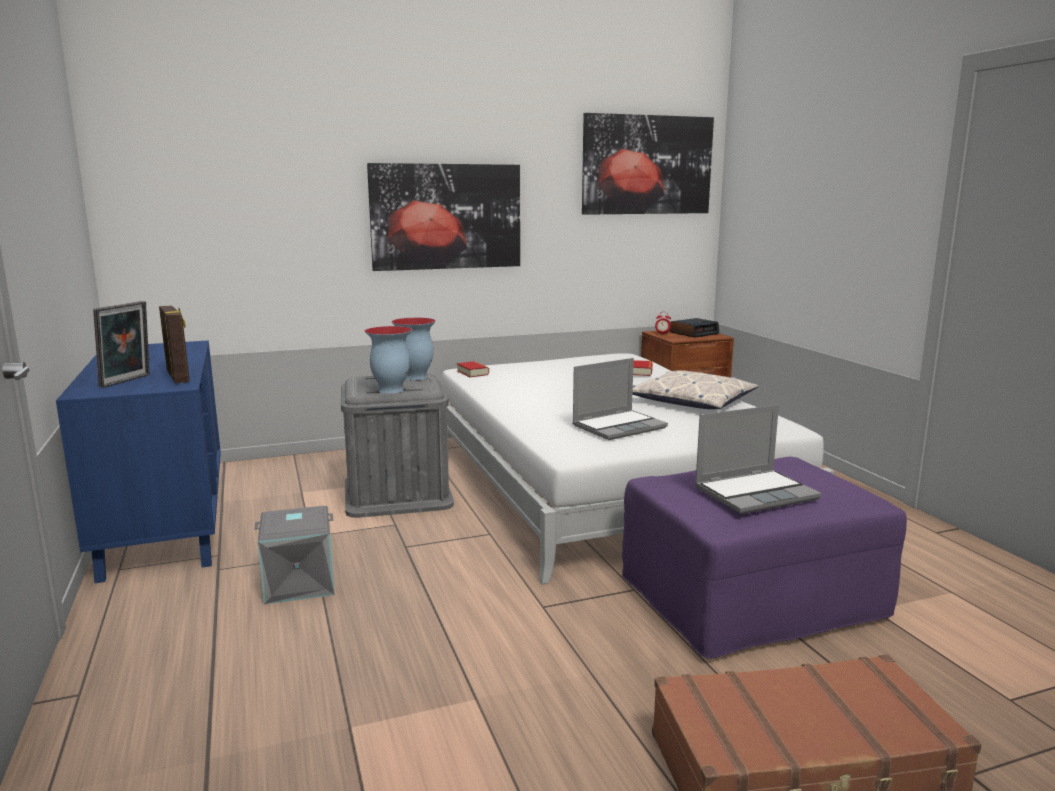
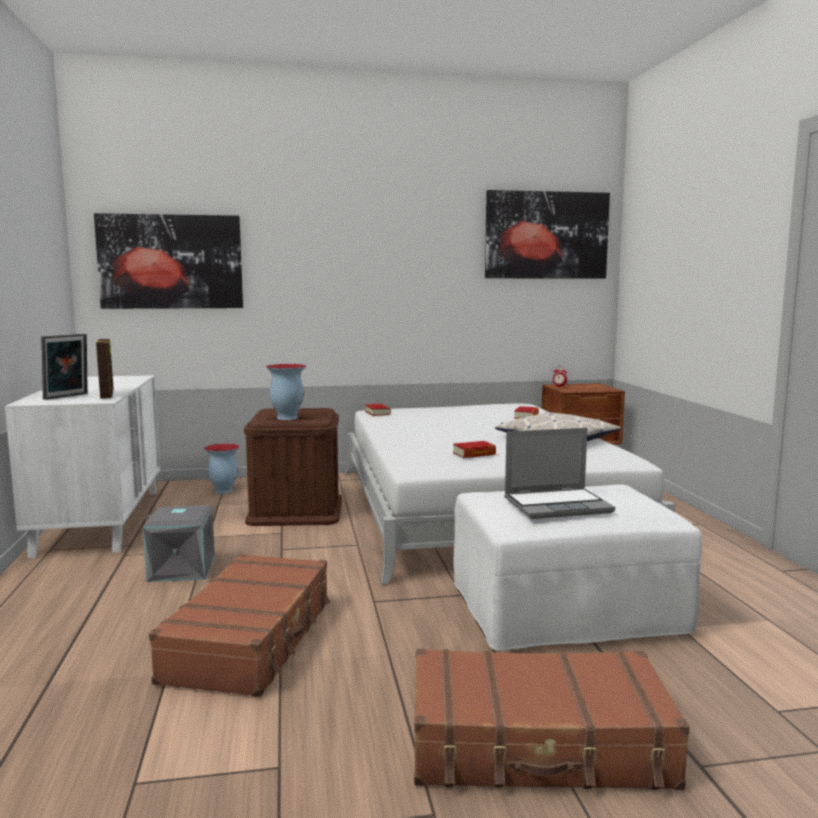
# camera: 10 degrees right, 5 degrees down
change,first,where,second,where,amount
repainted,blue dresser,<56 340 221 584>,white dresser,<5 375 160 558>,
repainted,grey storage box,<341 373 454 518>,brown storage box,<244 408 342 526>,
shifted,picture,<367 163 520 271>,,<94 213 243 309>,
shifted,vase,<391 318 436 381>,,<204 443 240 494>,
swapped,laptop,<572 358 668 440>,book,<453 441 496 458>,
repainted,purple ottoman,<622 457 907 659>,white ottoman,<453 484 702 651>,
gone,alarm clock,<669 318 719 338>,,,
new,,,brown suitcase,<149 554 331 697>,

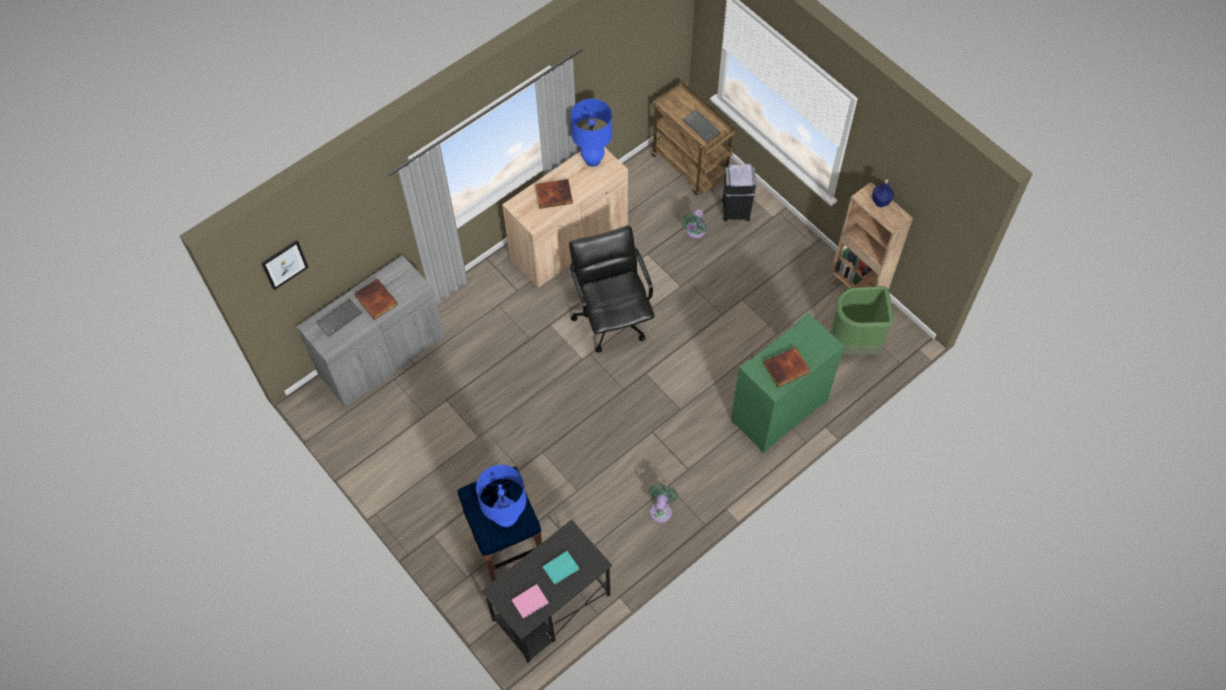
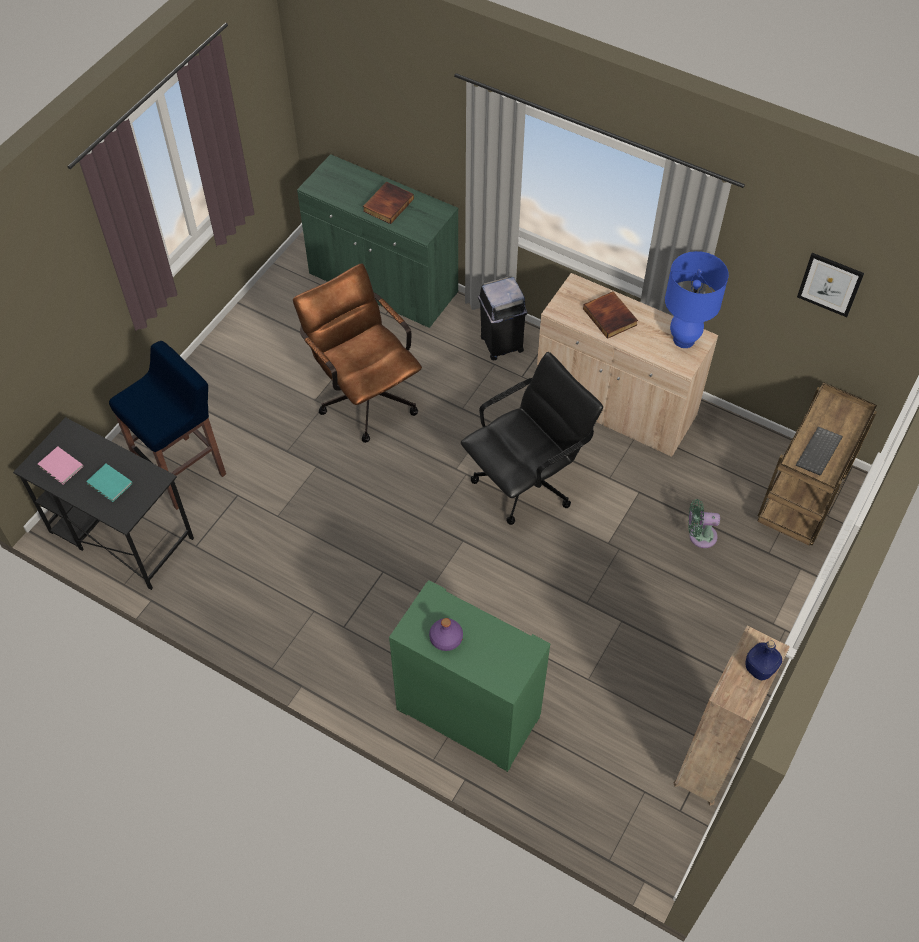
# camera: 70 degrees right, 5 degrees down
change,first,where,second,where,amount
shifted,picture,<261 240 309 290>,,<797 253 864 317>,
repainted,grey cabinet,<297 255 444 407>,green cabinet,<297 154 458 328>,
gone,keyboard,<317 299 362 337>,,,
gone,blue table lamp,<476 465 526 527>,,,
gone,green fan,<649 484 679 523>,,,
shifted,black trash can,<722 164 756 221>,,<478 276 528 360>,
swapped,book,<763 347 810 387>,purple bottle,<429 618 463 651>,
gone,green trash can,<830 286 894 356>,,,
new,,,brown office chair,<293 264 422 443>,

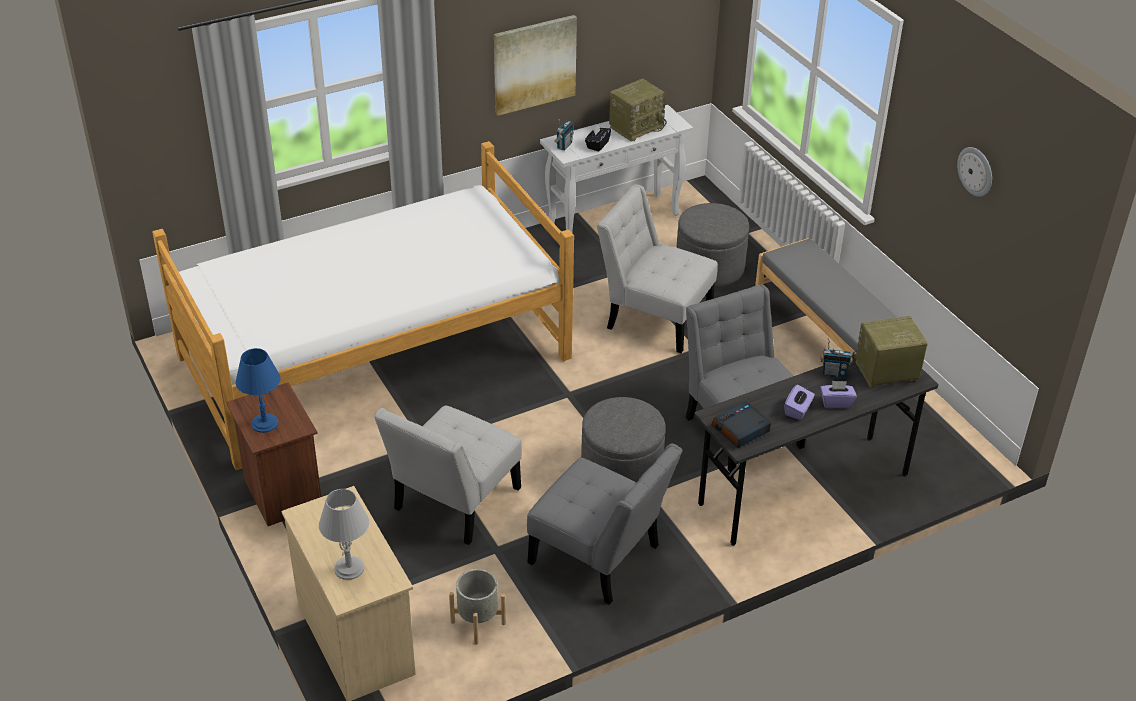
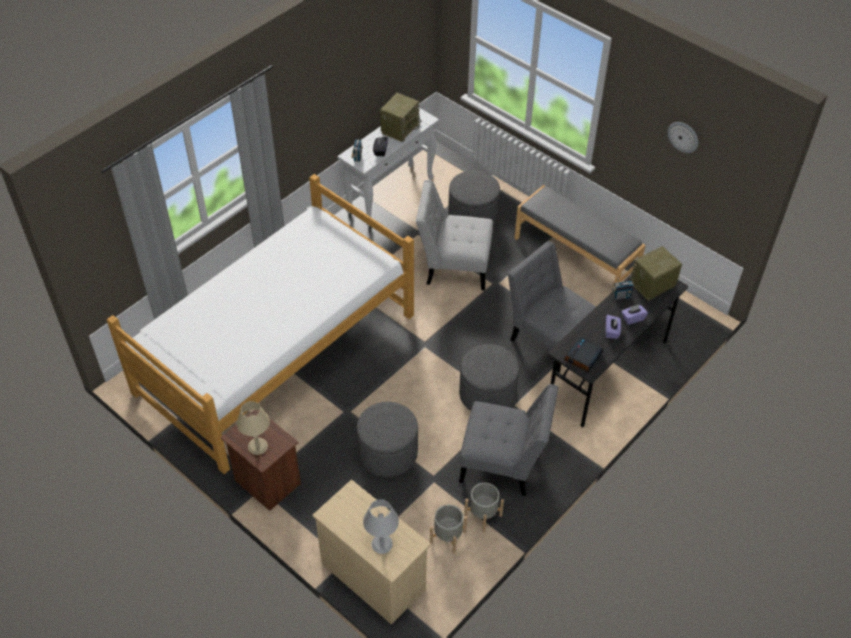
# camera: 20 degrees left, 10 degrees up
change,first,where,second,where,amount
repainted,blue table lamp,<236 348 281 433>,beige table lamp,<237 401 270 455>,
swapped,white chair,<374 406 522 545>,grey ottoman,<357 402 418 477>,
gone,picture,<494 15 577 116>,,,
new,,,grey planter,<464 483 504 532>,

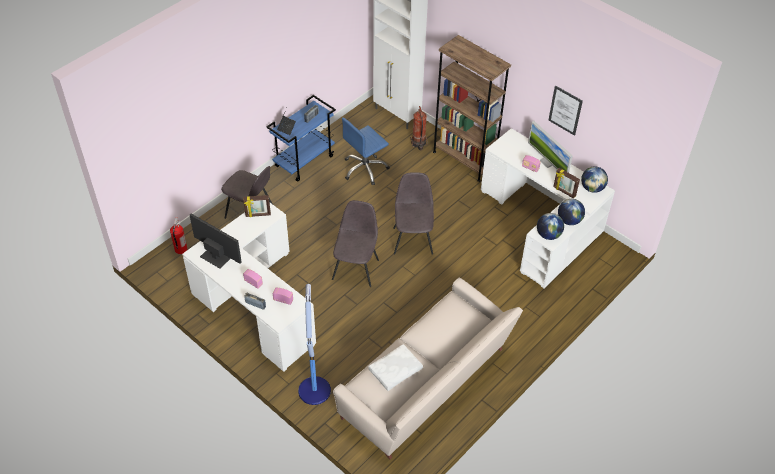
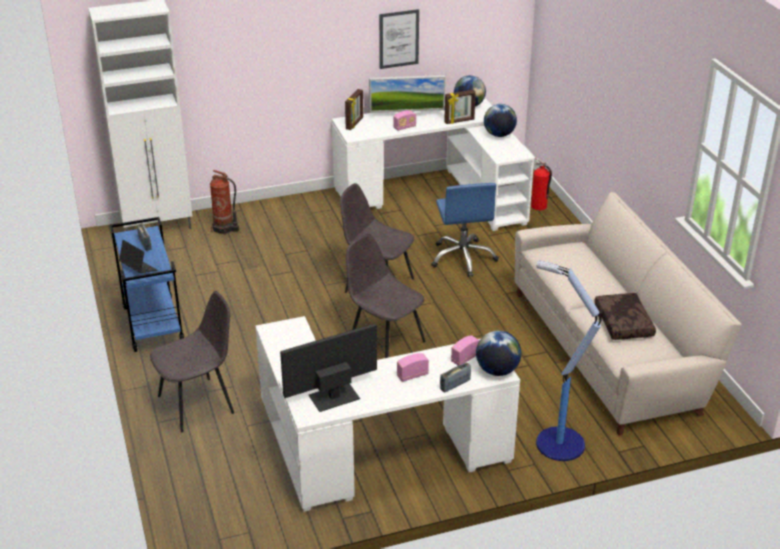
# camera: 60 degrees left, 15 degrees down
change,first,where,second,where,amount
shifted,fire extinguisher,<170 217 187 254>,,<531 157 552 211>,
shifted,picture frame,<243 195 271 217>,,<345 89 363 130>,
shifted,blue office chair,<342 117 390 185>,,<431 183 499 277>,
repainted,white pillow,<368 344 423 391>,brown pillow,<594 293 656 340>,
gone,brown bookcase,<433 35 511 182>,,,
shifted,globe,<537 213 564 240>,,<476 331 521 376>,

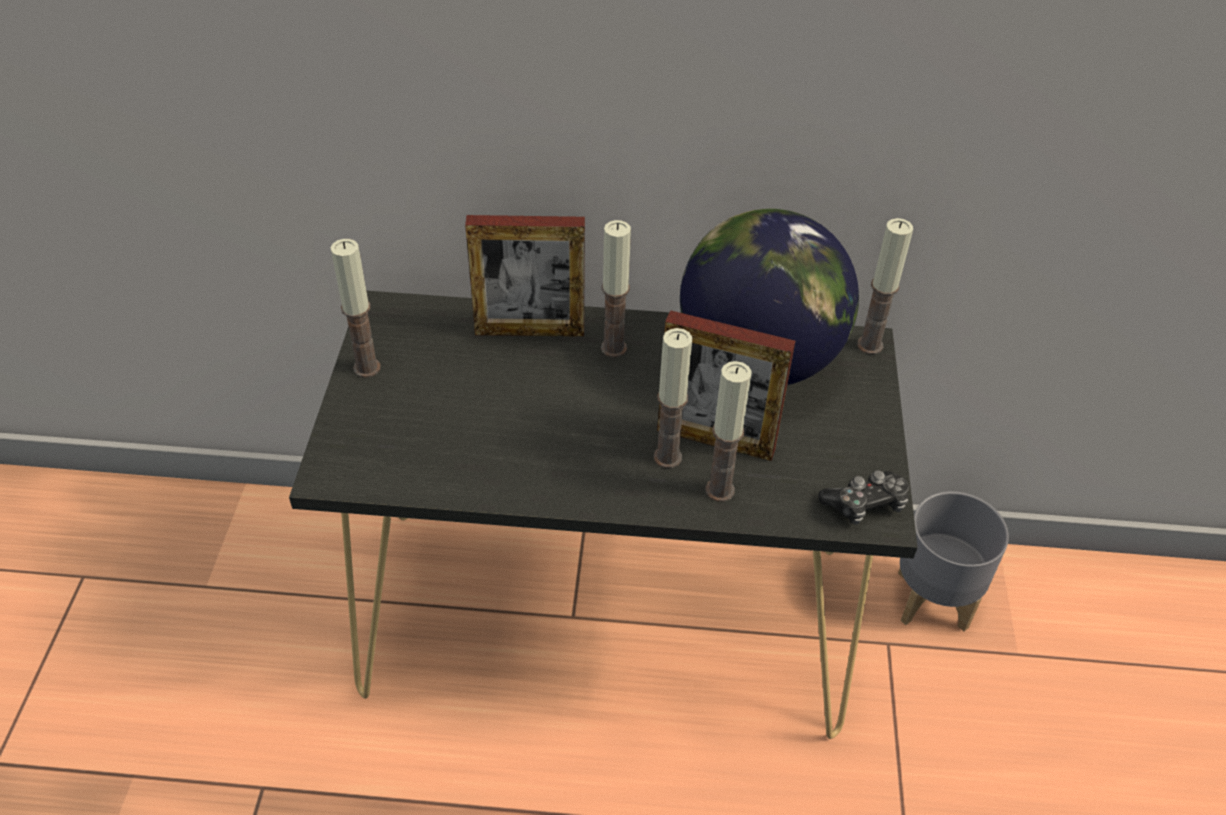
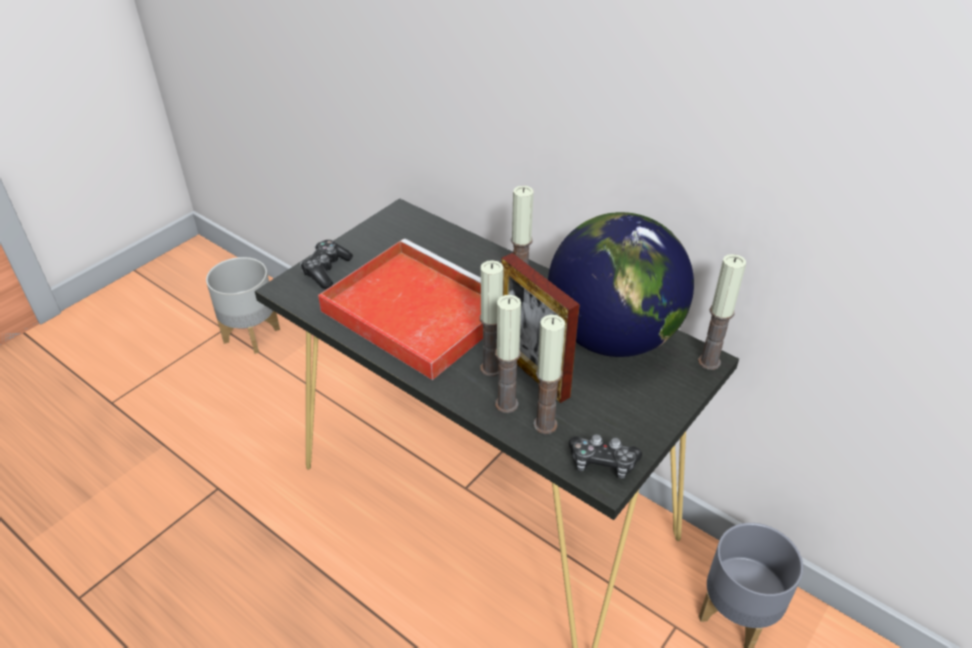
# camera: 35 degrees right, 5 degrees down
change,first,where,second,where,amount
shifted,candle,<331 239 381 378>,,<533 315 565 434>,
gone,picture frame,<465 215 585 337>,,,
new,,,grey planter,<206 257 280 354>,
new,,,game controller,<300 240 353 289>,
new,,,red tray,<318 239 483 380>,

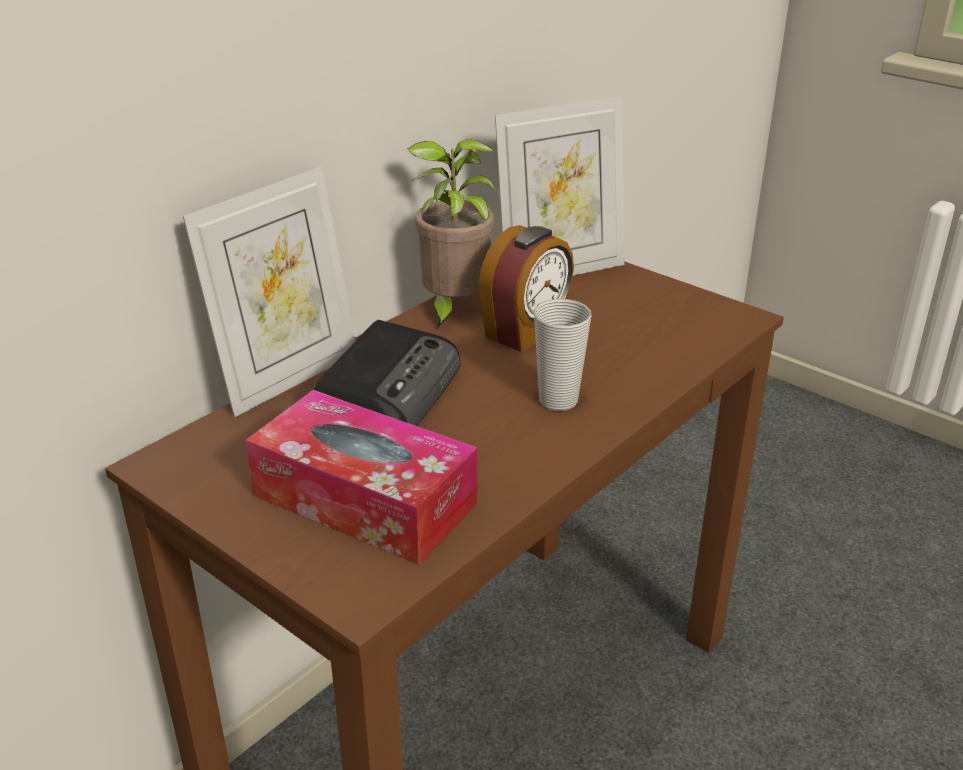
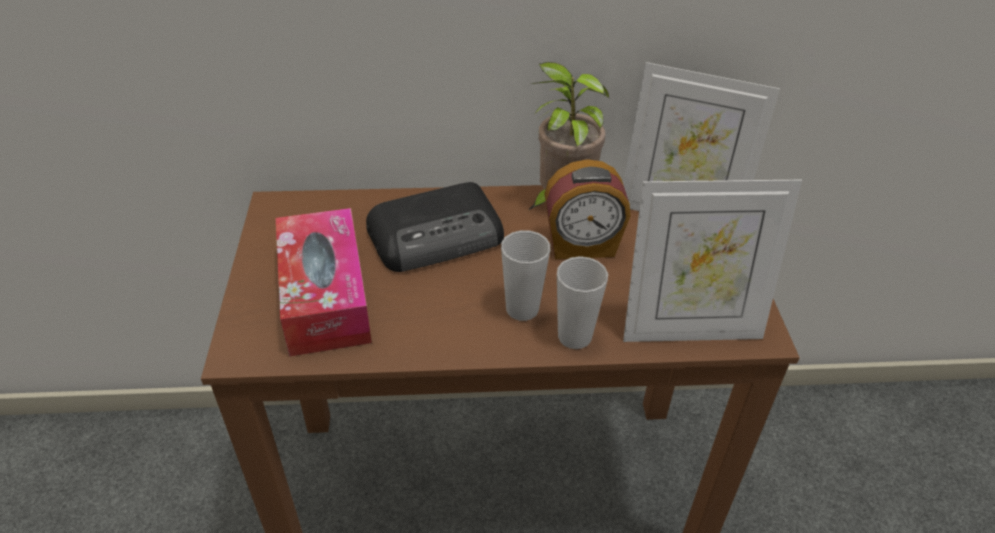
# camera: 45 degrees right, 10 degrees up
change,first,where,second,where,amount
shifted,picture frame,<183 167 355 417>,,<623 180 802 342>,
new,,,cup,<557 256 608 349>,

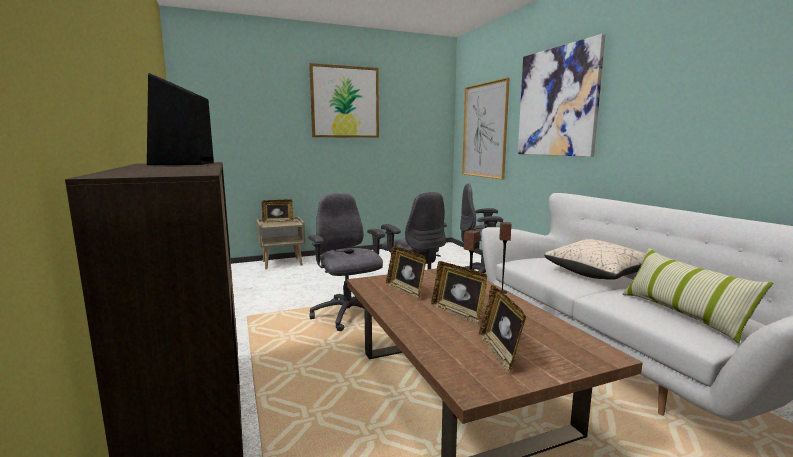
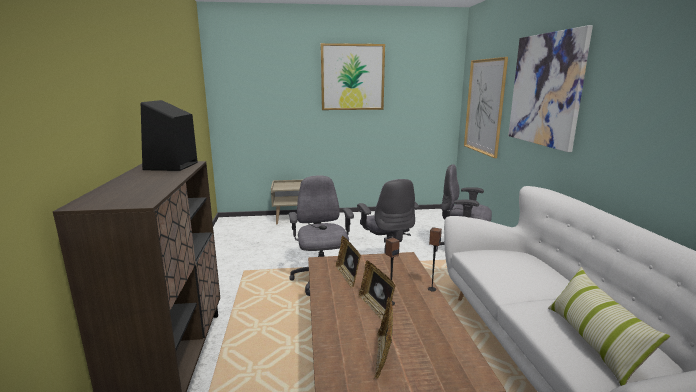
# camera: 15 degrees right, 5 degrees up
change,first,where,second,where,amount
gone,picture frame,<261 199 294 223>,,,
gone,beige pillow,<544 239 646 280>,,,

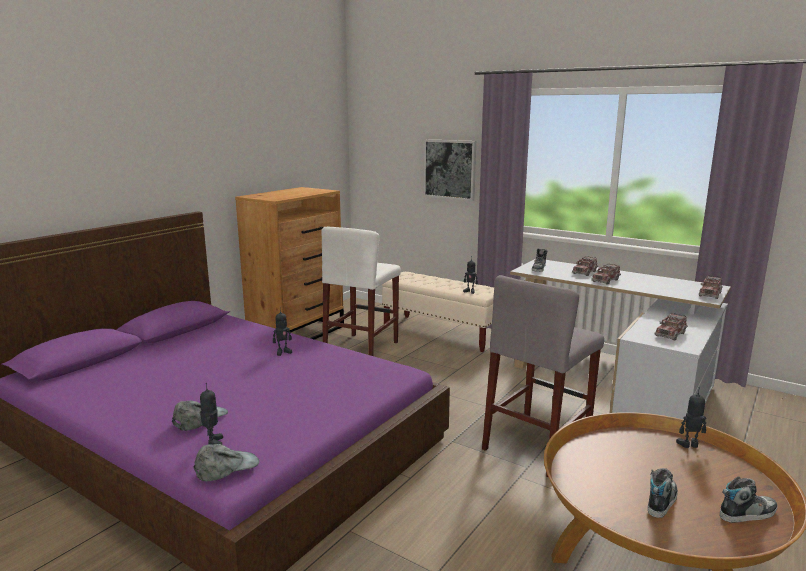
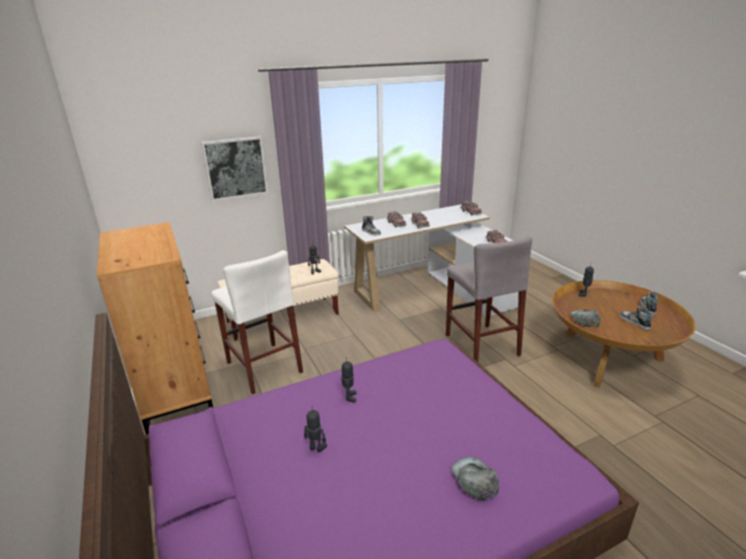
# camera: 60 degrees left, 10 degrees up
change,first,where,second,where,amount
shifted,grey cap,<193 444 259 481>,,<570 309 600 327>,
shifted,toy robot,<200 383 223 445>,,<304 410 327 452>,

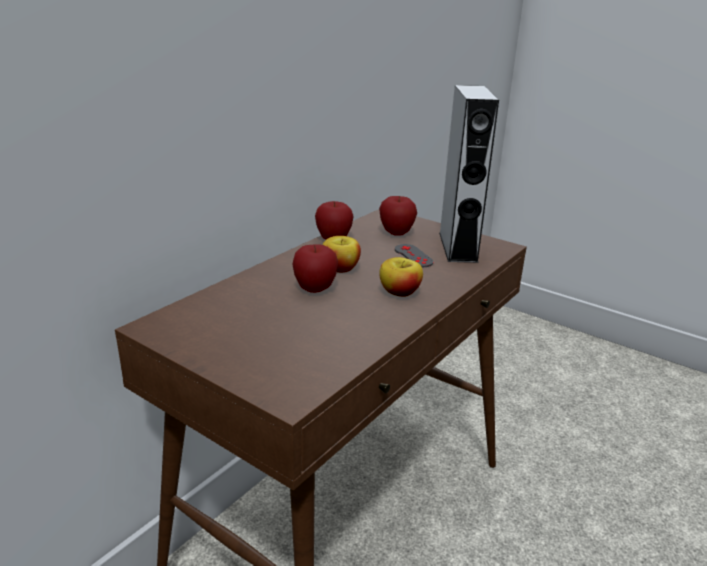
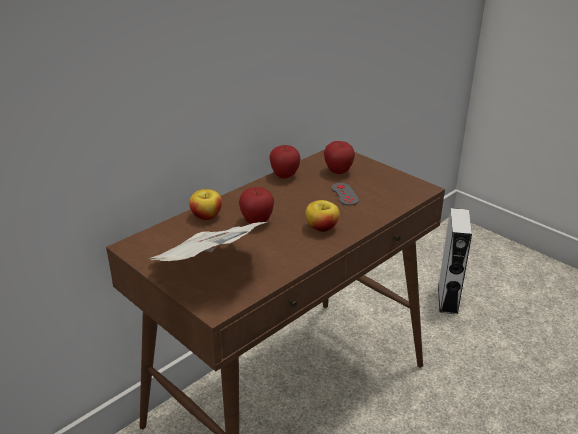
# camera: 10 degrees right, 5 degrees up
change,first,where,second,where,amount
shifted,apple,<323 236 361 273>,,<189 189 222 220>,
shifted,grey speaker,<439 85 499 263>,,<438 208 472 314>,
new,,,newspaper,<149 222 267 261>,

